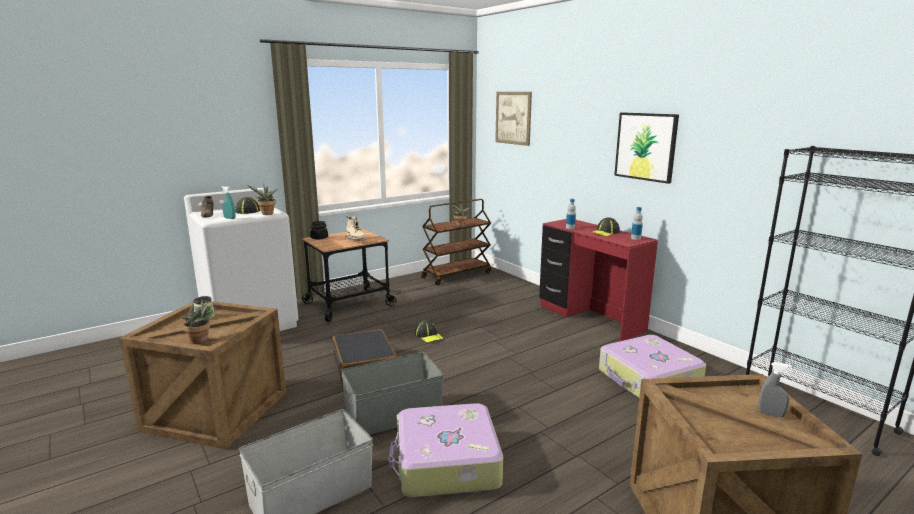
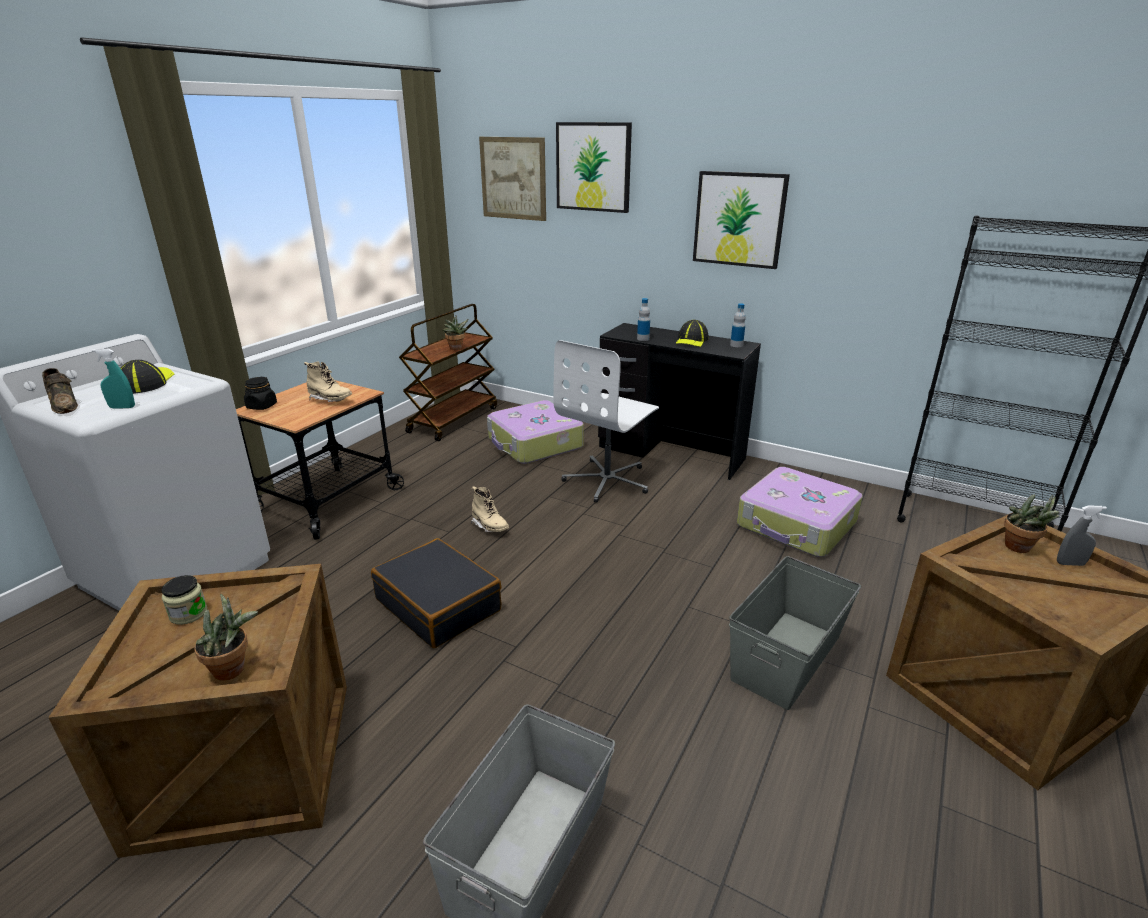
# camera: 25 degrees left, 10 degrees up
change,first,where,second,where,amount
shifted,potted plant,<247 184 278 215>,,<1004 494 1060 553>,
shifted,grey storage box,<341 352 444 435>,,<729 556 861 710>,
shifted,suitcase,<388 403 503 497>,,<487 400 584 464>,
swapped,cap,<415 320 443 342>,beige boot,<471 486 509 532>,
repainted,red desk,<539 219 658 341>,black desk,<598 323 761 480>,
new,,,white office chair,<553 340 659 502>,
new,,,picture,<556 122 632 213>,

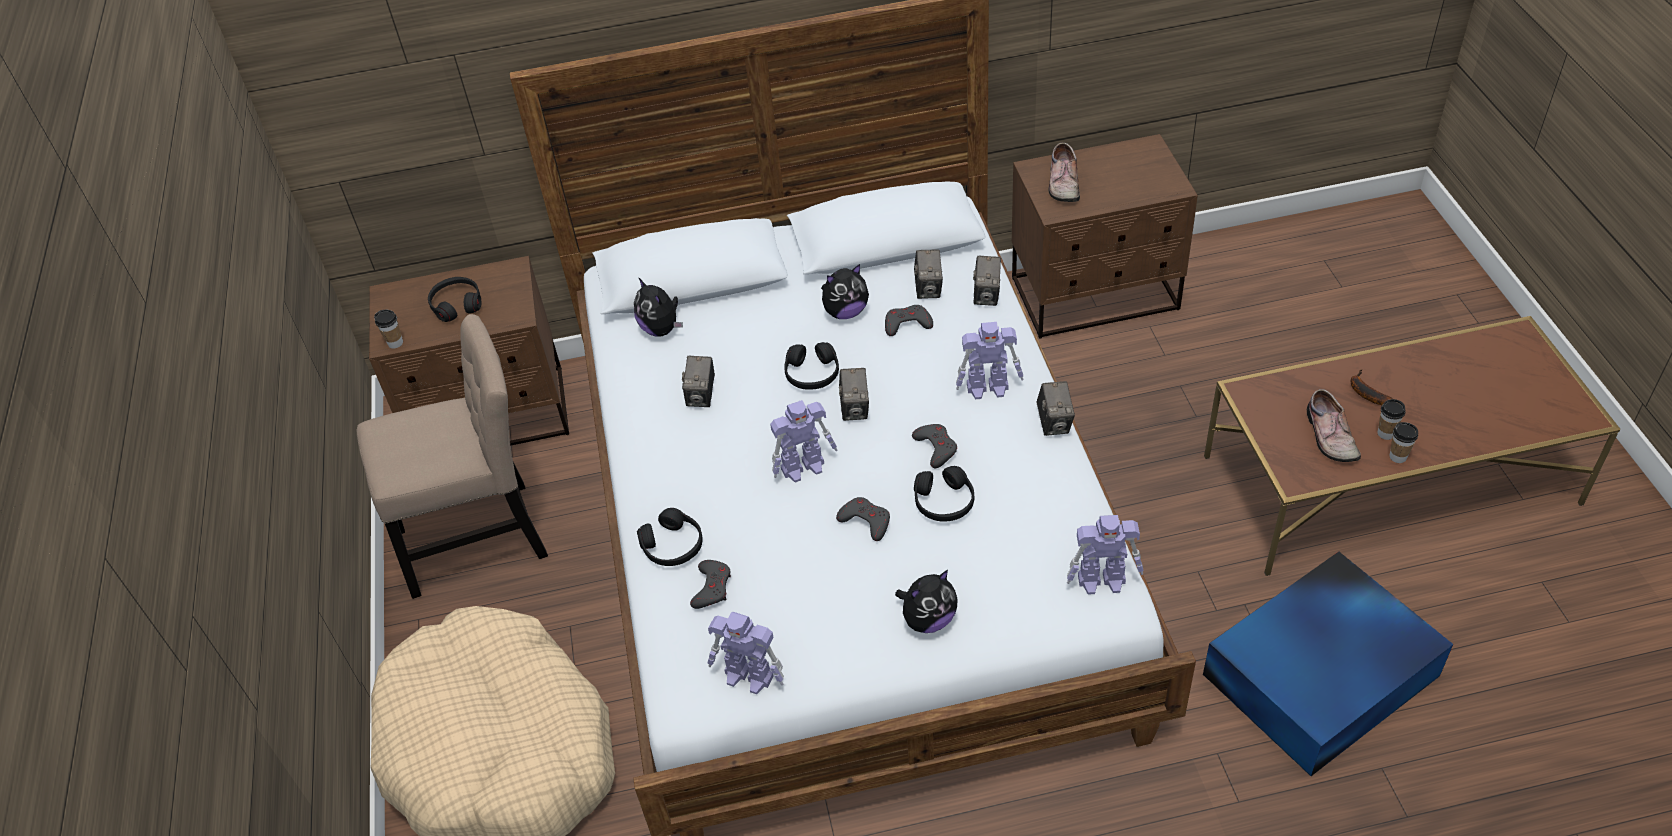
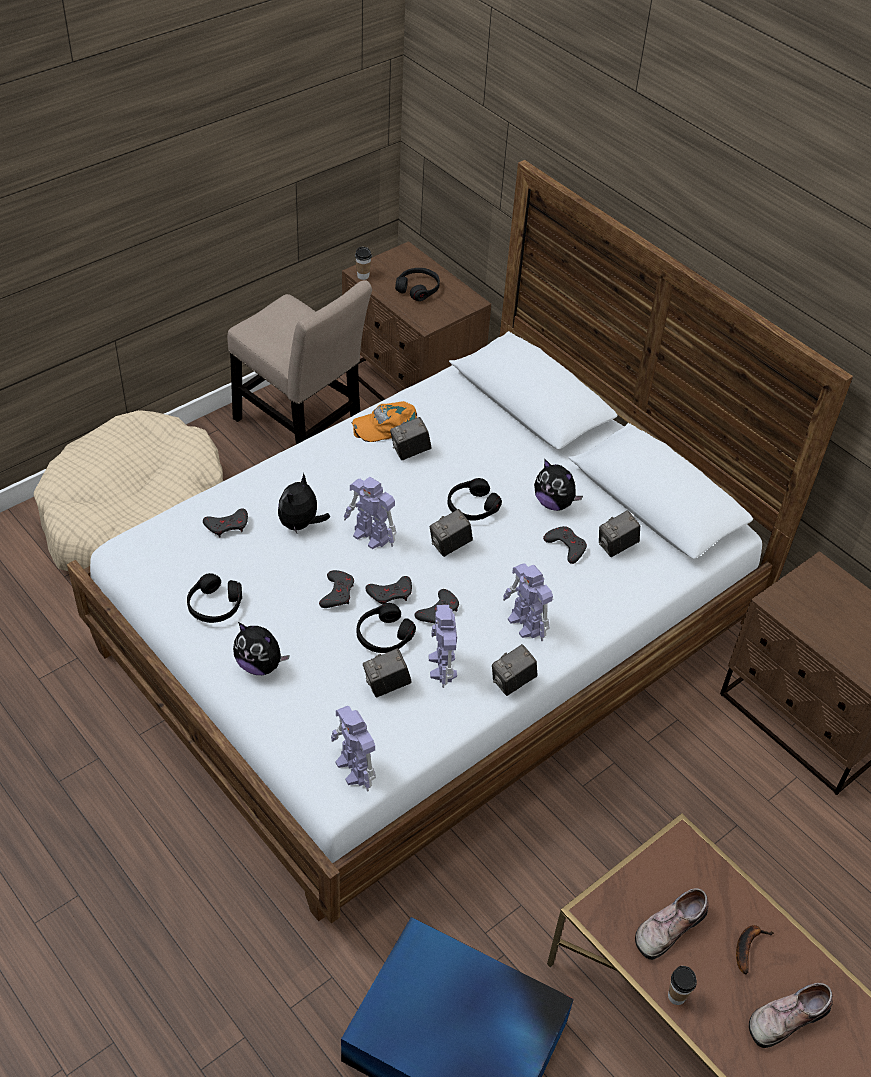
# camera: 55 degrees right, 0 degrees up
change,first,where,second,where,amount
shifted,plush toy,<634 277 683 337>,,<278 473 330 533>,
shifted,black headphones,<637 508 703 566>,,<187 573 242 623>,
shifted,toy robot,<708 612 784 694>,,<428 605 457 688>,
shifted,photo camera,<973 256 1001 306>,,<363 648 411 697>,
shifted,shoe,<1049 143 1080 202>,,<749 983 833 1048>,
gone,cup,<1378 399 1406 440>,,,
new,,,orange cap,<351 401 417 442>,
new,,,grey game controller,<365 576 412 605>,

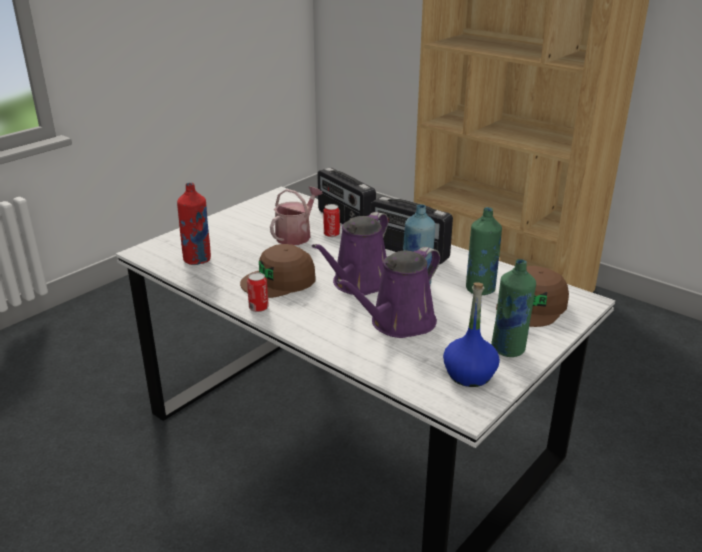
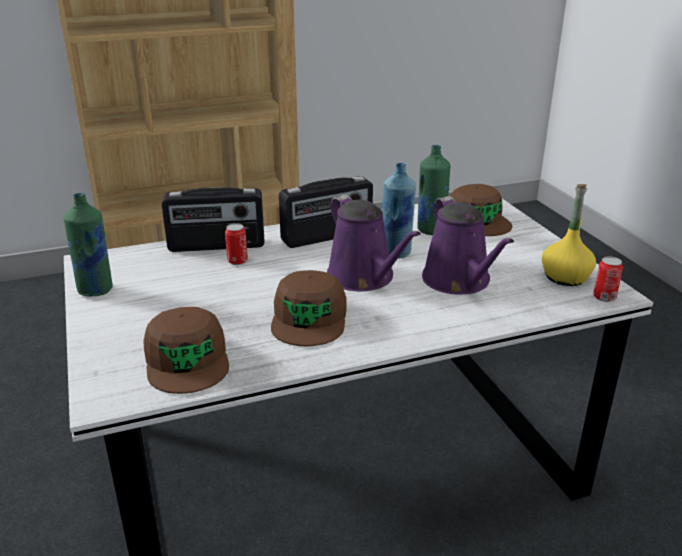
# camera: 60 degrees left, 0 degrees up
change,first,where,second,where,amount
swapped,red bottle,<177 183 211 265>,brown cap,<143 307 229 394>,
shifted,can,<247 272 269 312>,,<593 256 623 302>,
gone,watering can,<270 187 322 245>,,,
repainted,blue bottle,<443 282 500 387>,yellow bottle,<542 184 596 286>,
shifted,green bottle,<491 259 536 357>,,<64 193 113 297>,

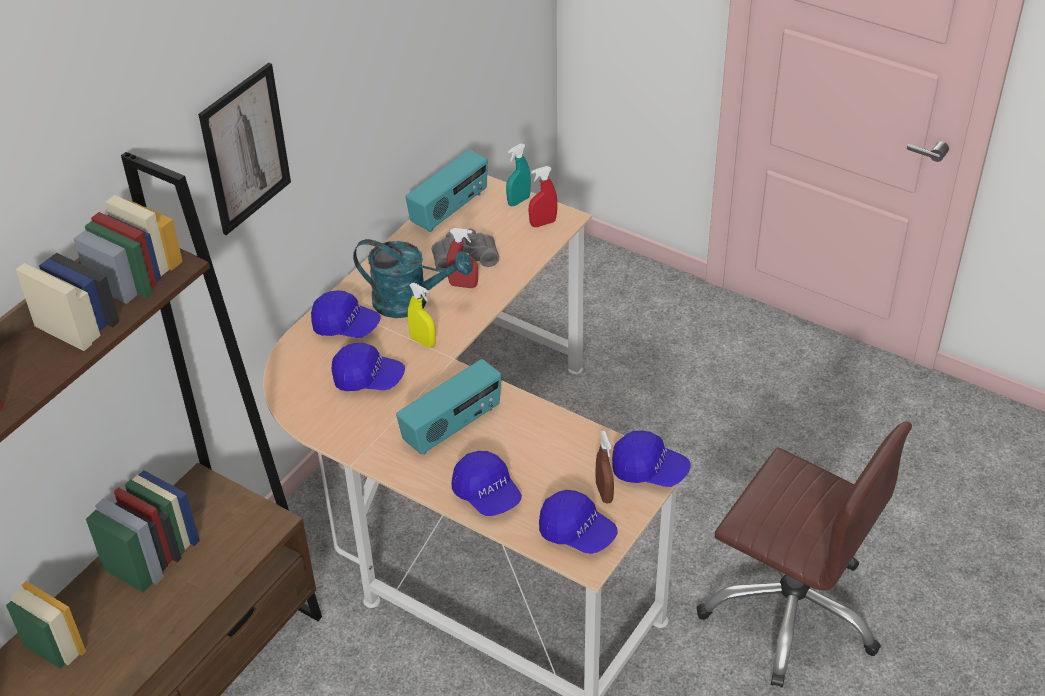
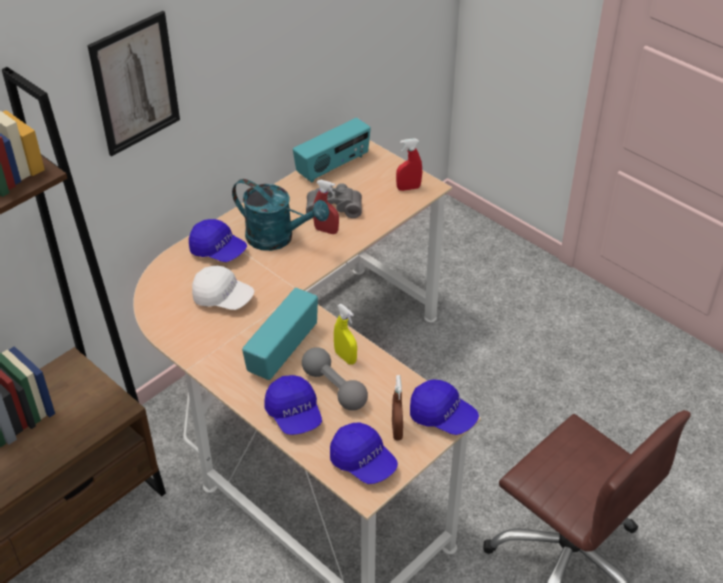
# camera: 10 degrees right, 0 degrees up
change,first,where,second,where,amount
repainted,blue cap,<332 343 405 391>,white cap,<192 266 254 310>,
rotated,radio,<396 359 502 455>,,<242 288 318 380>,150 degrees clockwise
shifted,yellow spray bottle,<408 283 436 348>,,<334 304 357 365>,
gone,turquoise spray bottle,<506 143 531 206>,,,
new,,,grey dumbbell,<302 347 368 411>,

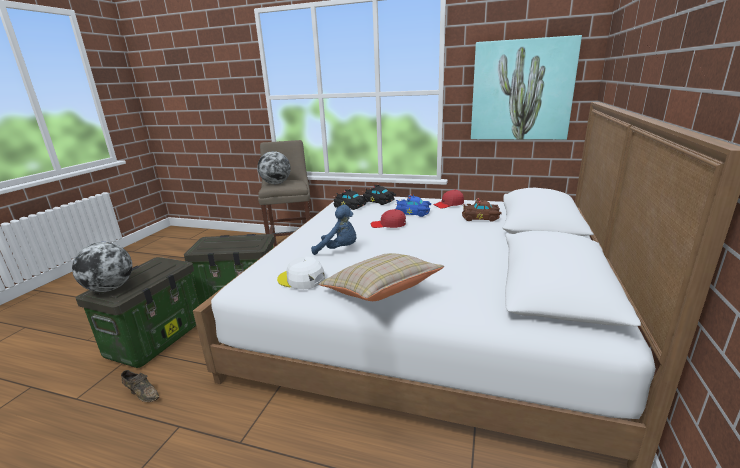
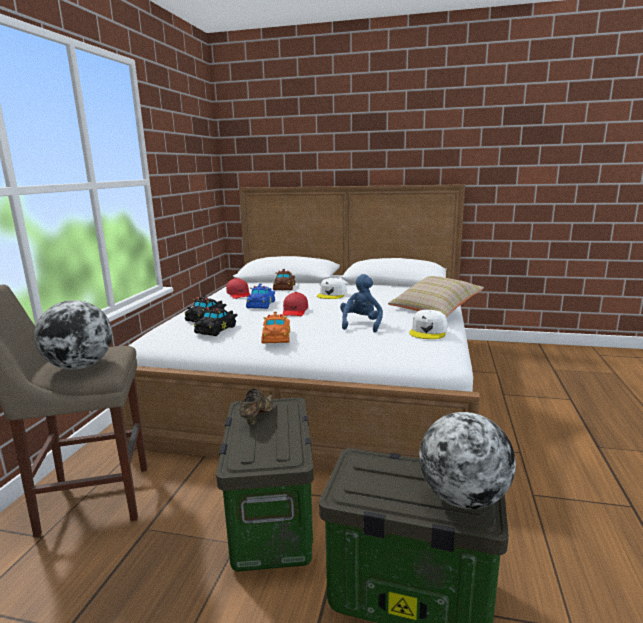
# camera: 95 degrees left, 5 degrees down
change,first,where,second,where,amount
shifted,brown shoe,<121 370 159 402>,,<239 388 273 425>,
gone,picture,<471 35 582 140>,,,
new,,,orange toy car,<261 312 290 344>,
new,,,white cap,<317 278 347 299>,

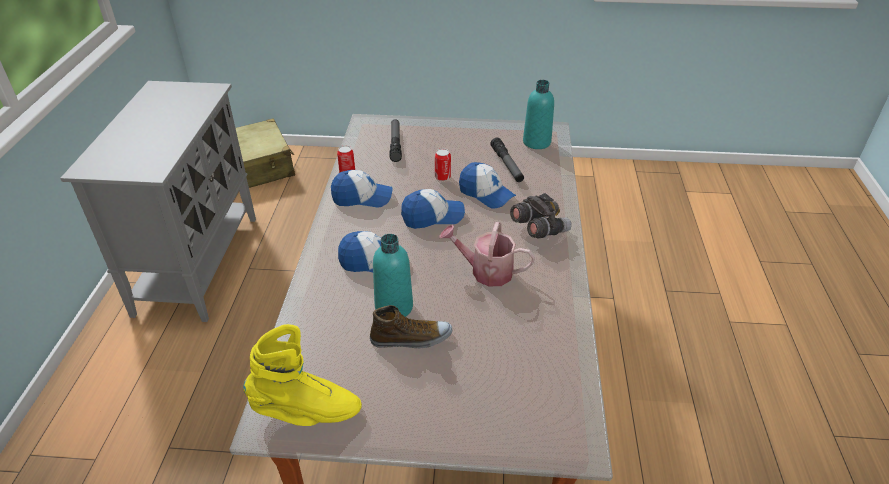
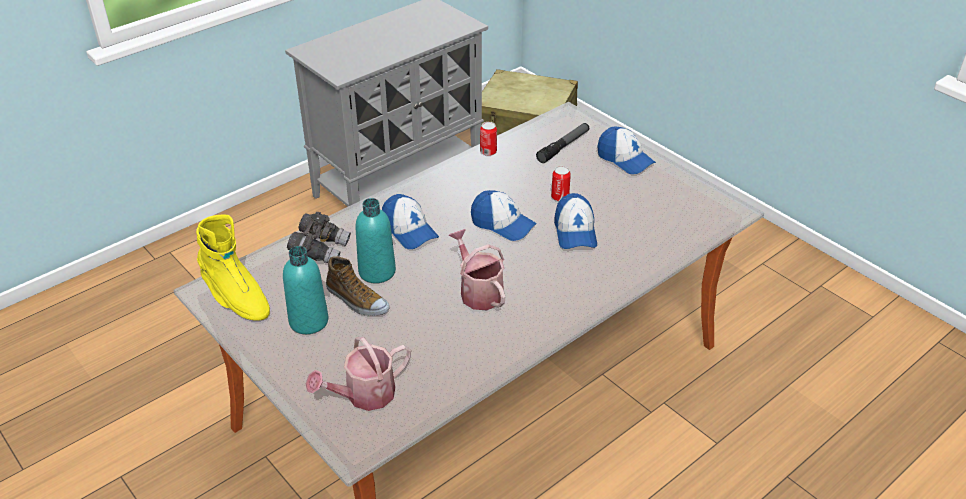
# camera: 45 degrees right, 0 degrees up
change,first,where,second,where,amount
shifted,cap,<331 170 393 208>,,<597 127 656 174>,
gone,flashlight,<490 138 524 182>,,,
shifted,grey binoculars,<510 193 572 239>,,<287 212 351 263>,
shifted,turquoise bottle,<523 80 554 149>,,<283 246 328 334>,
new,,,watering can,<306 337 411 411>,

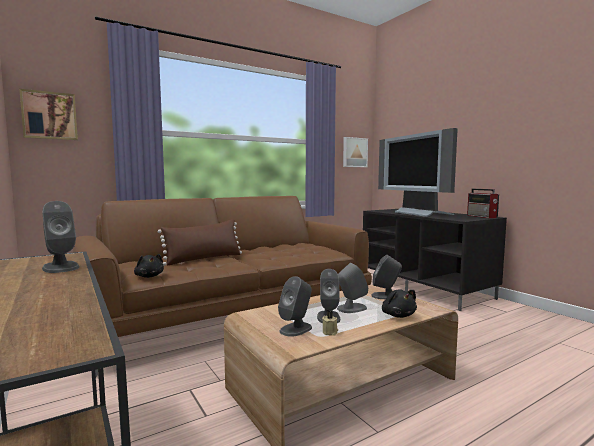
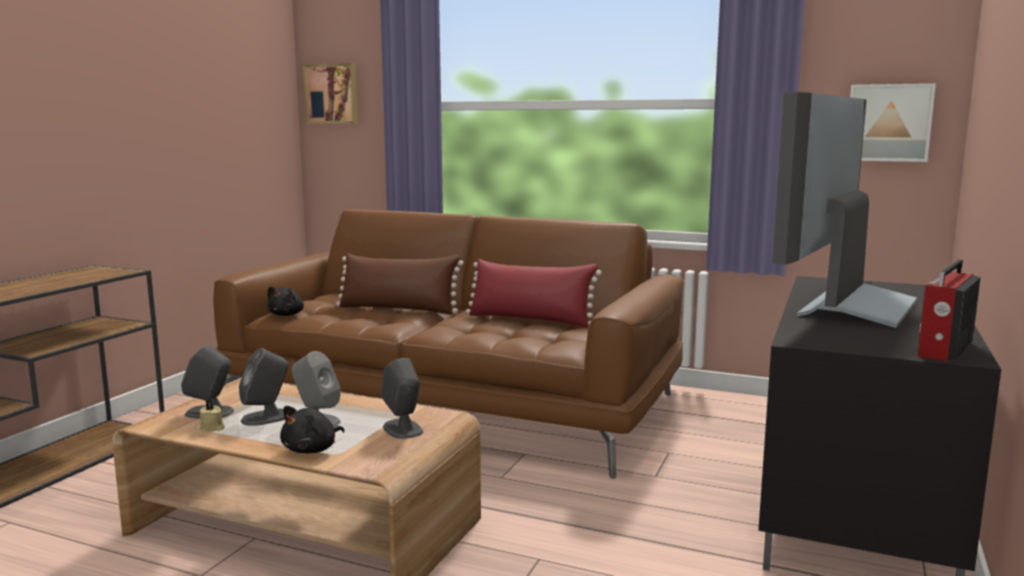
# camera: 55 degrees right, 5 degrees up
change,first,where,second,where,amount
gone,grey speaker,<42 201 79 273>,,,
new,,,red pillow,<466 259 602 327>,

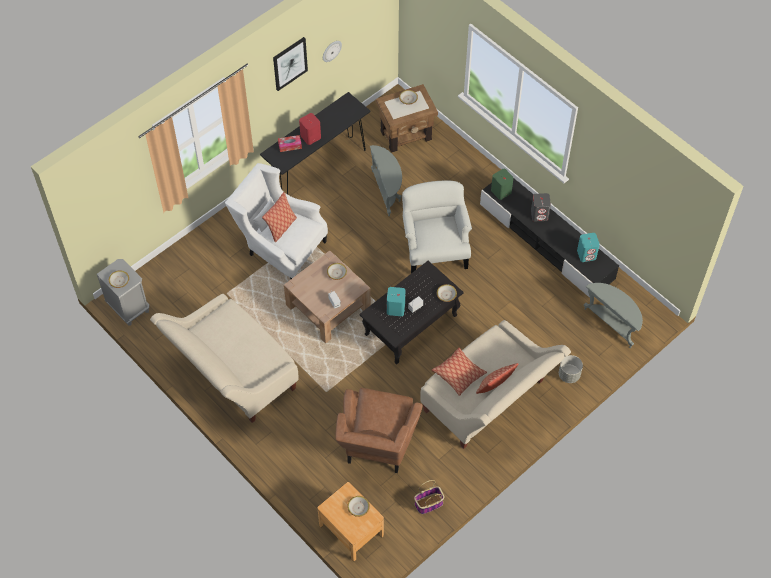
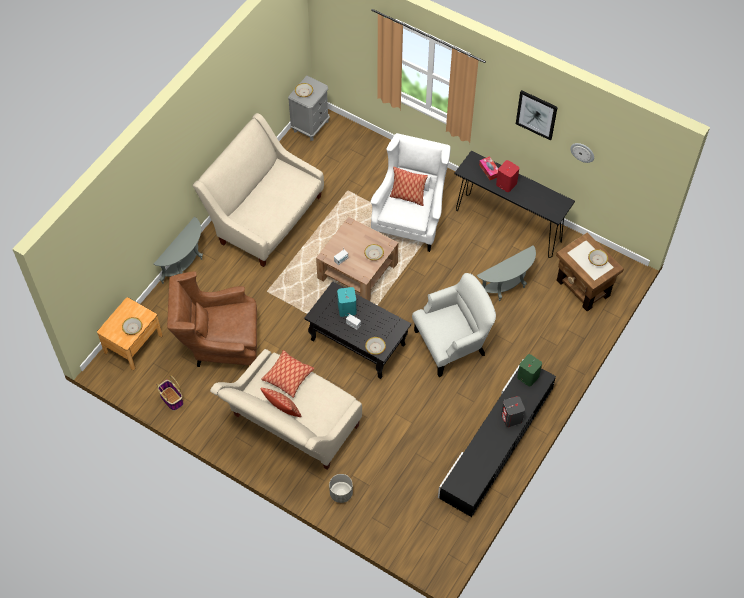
# camera: 75 degrees right, 0 degrees up
change,first,where,second,where,amount
gone,turquoise speaker,<577 233 600 262>,,,
shifted,grey side table,<584 283 643 348>,,<154 217 203 284>,

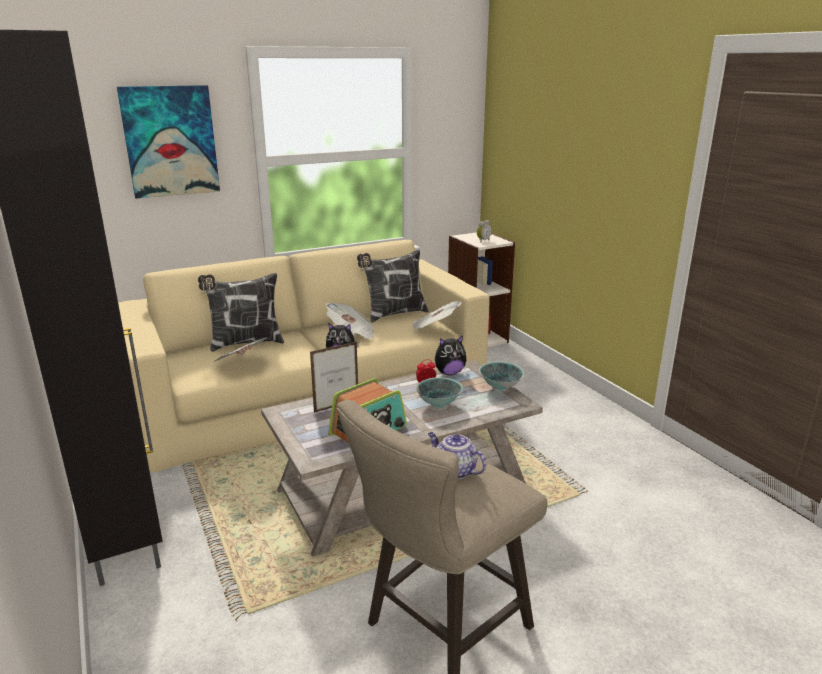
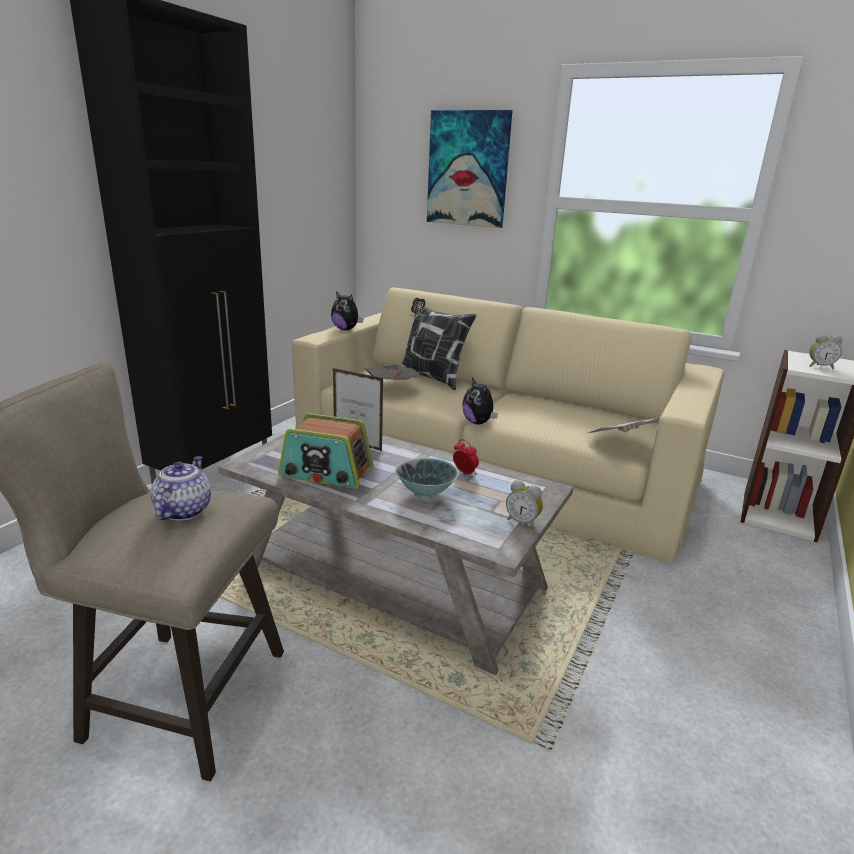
# camera: 55 degrees right, 0 degrees up
change,first,where,second,where,amount
gone,newspaper,<325 303 374 339>,,,
gone,pillow,<357 250 429 323>,,,
shifted,plush toy,<435 335 467 375>,,<331 291 363 330>,
swapped,bowl,<479 362 524 392>,alarm clock,<506 480 543 529>,

